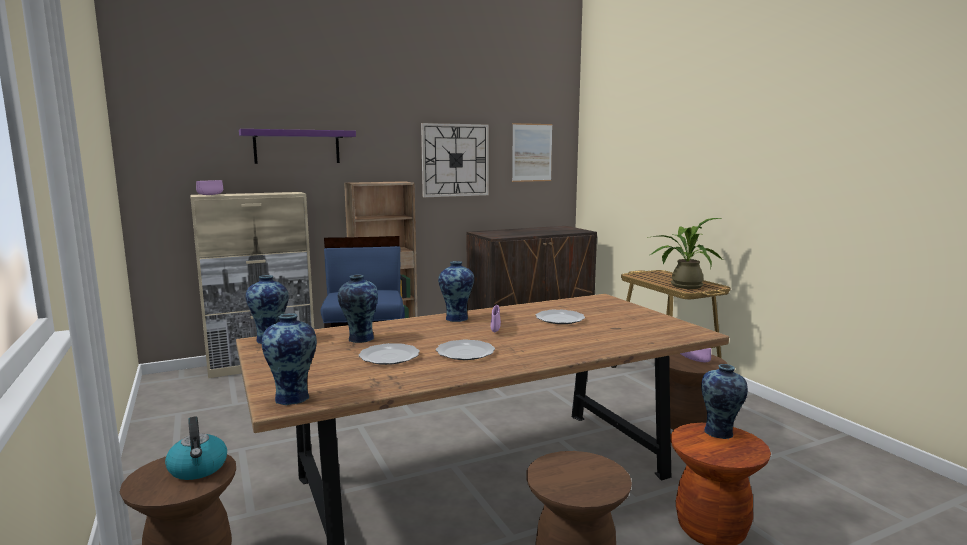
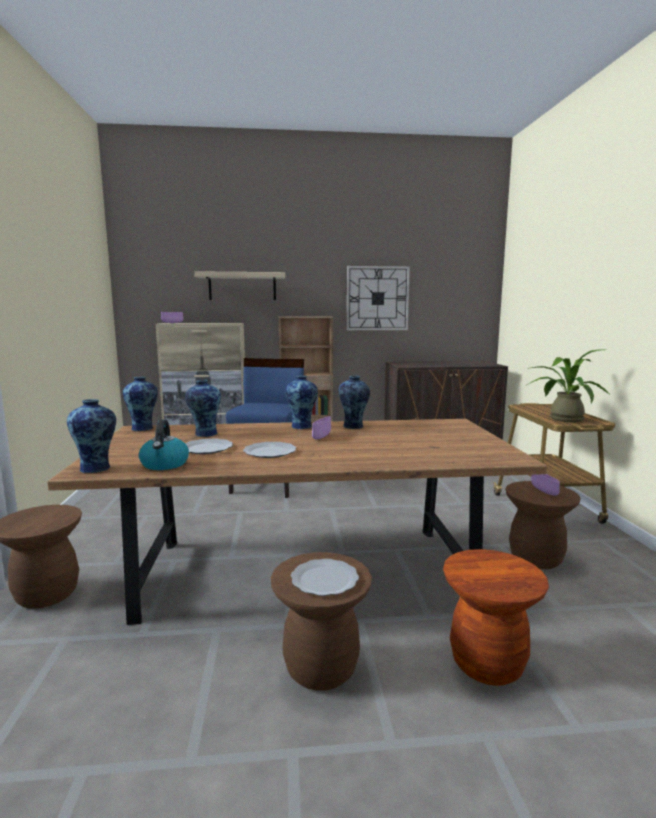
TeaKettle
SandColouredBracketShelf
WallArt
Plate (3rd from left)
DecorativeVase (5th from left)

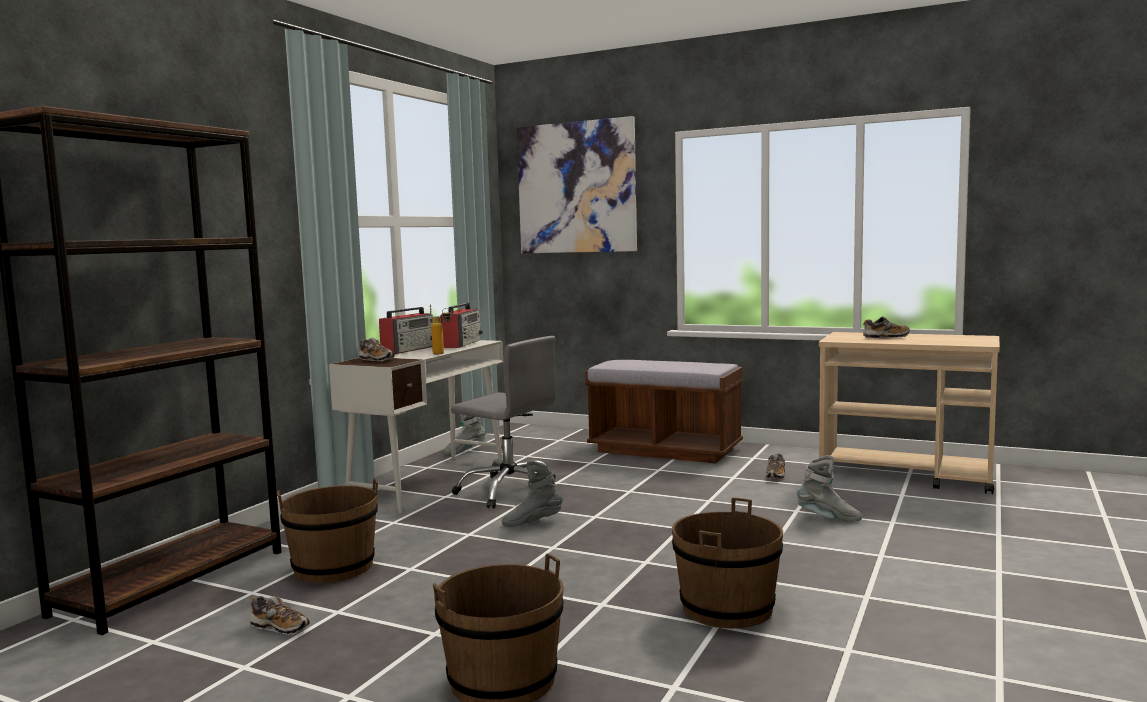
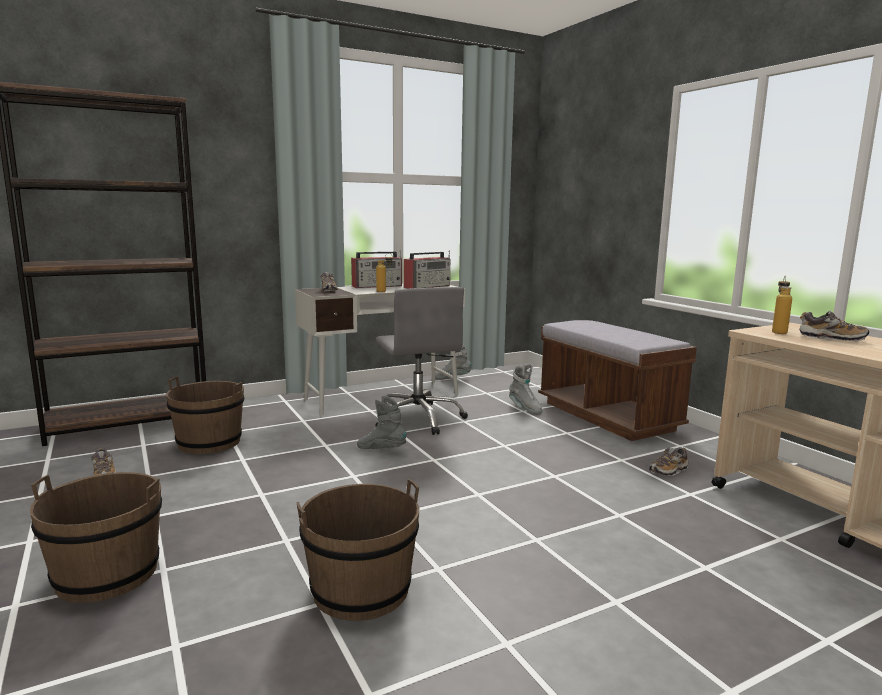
WallArt
GreyBoot (3rd from left)
Bottle (2nd from left)

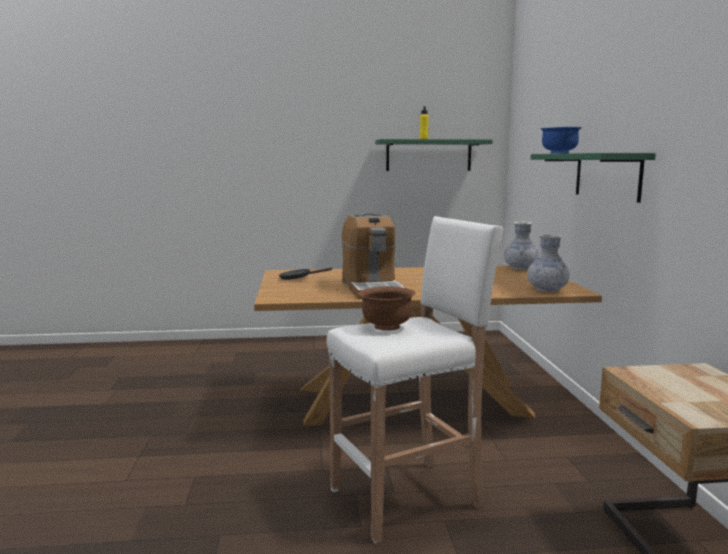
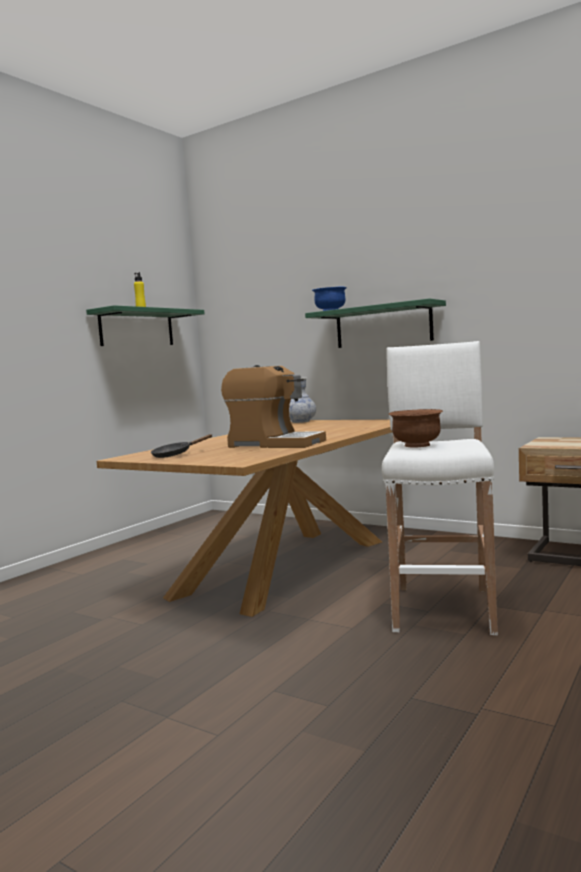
DecorativeVase (2nd from left in the first image)

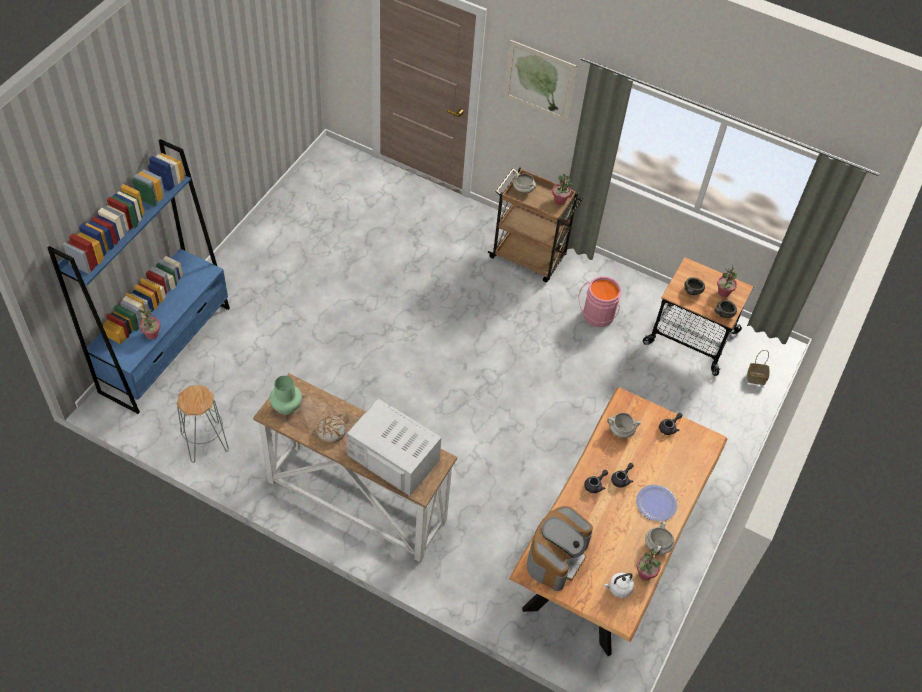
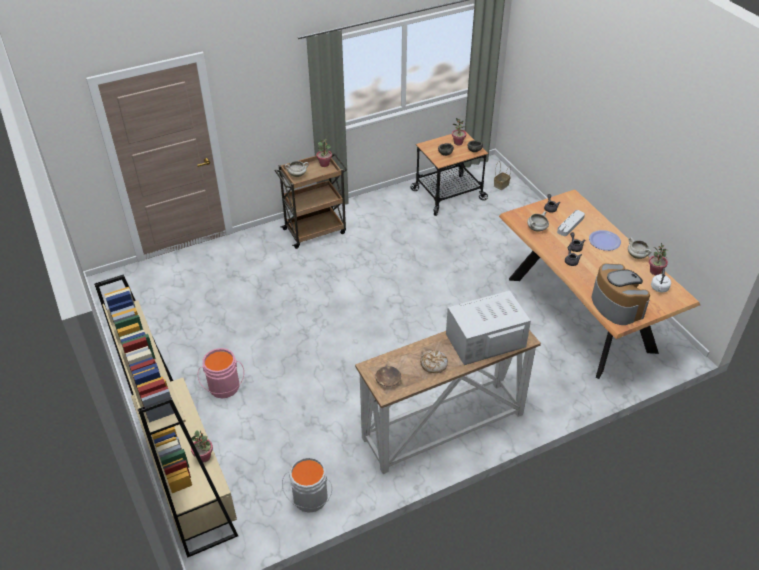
SandColouredBookshelf
GreyPail
BrownColouredBowl
WallArt
PinkPail
GreyCarryingTray

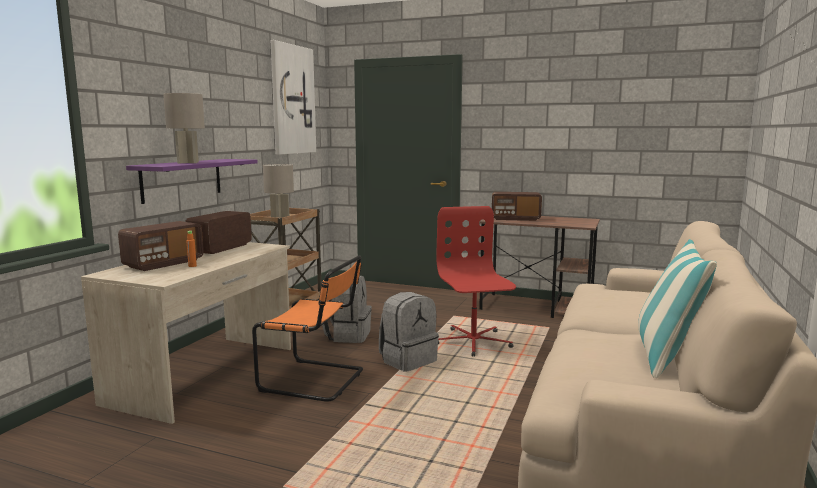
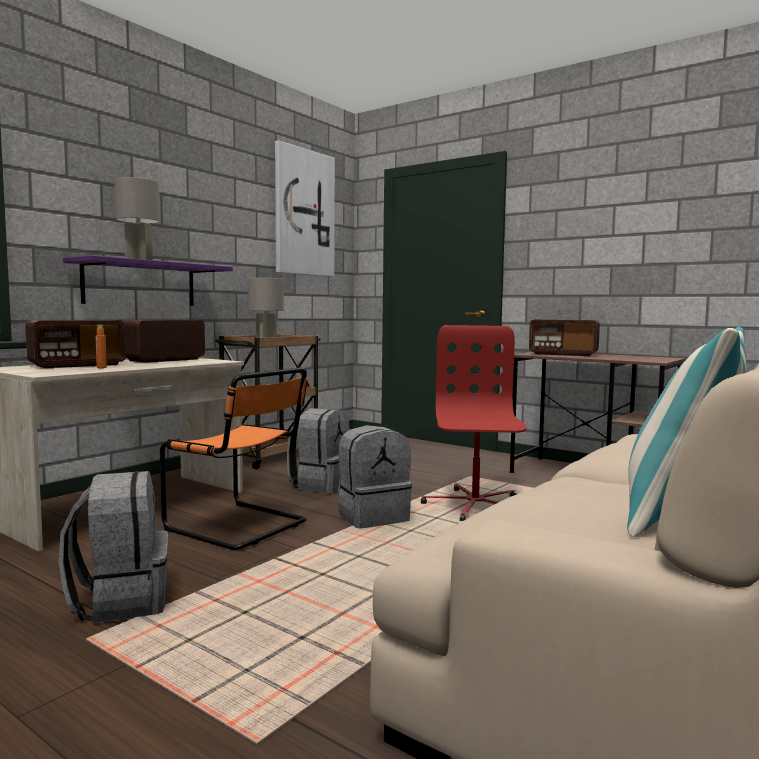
GreyRucksack (1st from left)

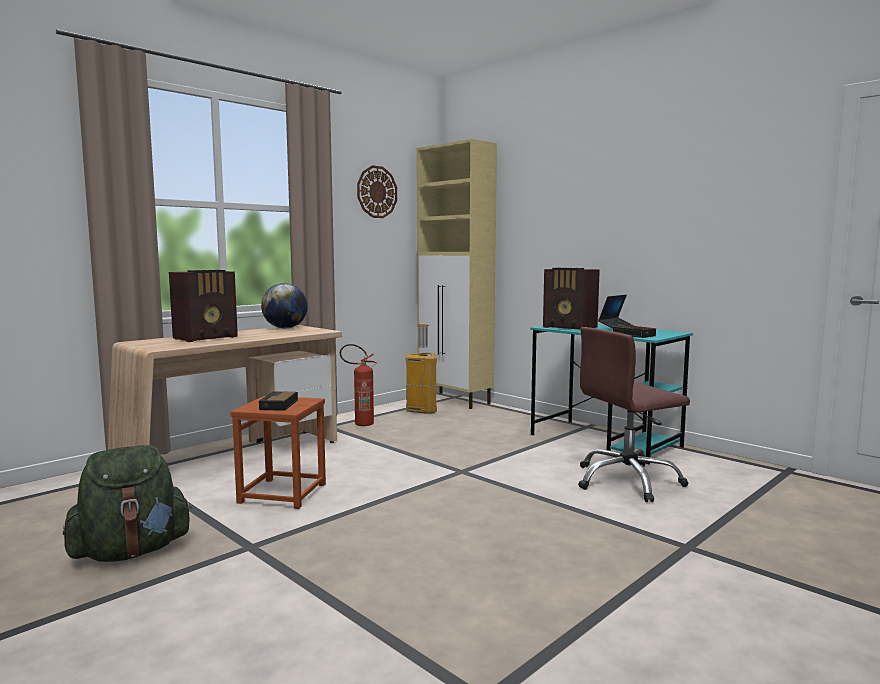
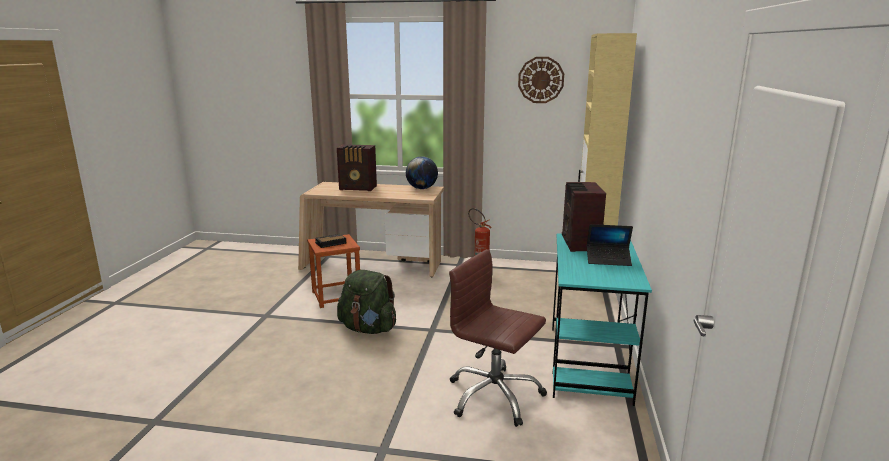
GreenishRucksack
TrashCan
AlarmClock (2nd from left in the first image)

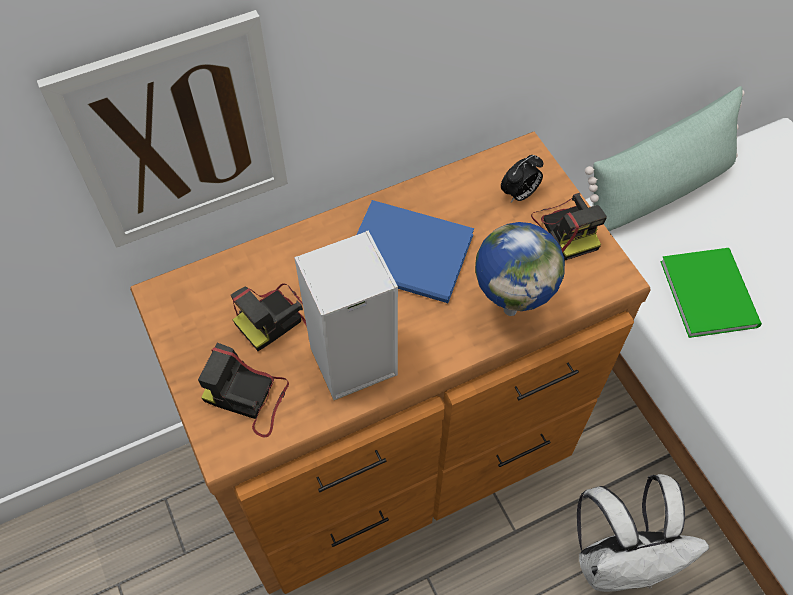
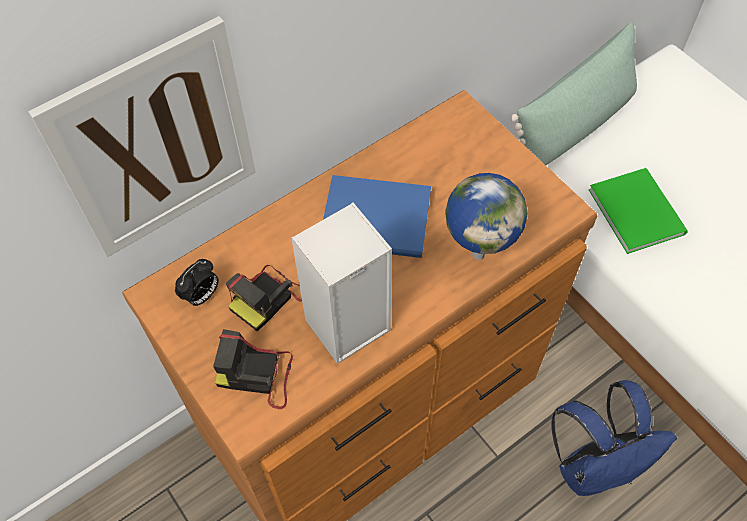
AlarmClock
PhotoCamera (3rd from left in the first image)
BlueRucksack

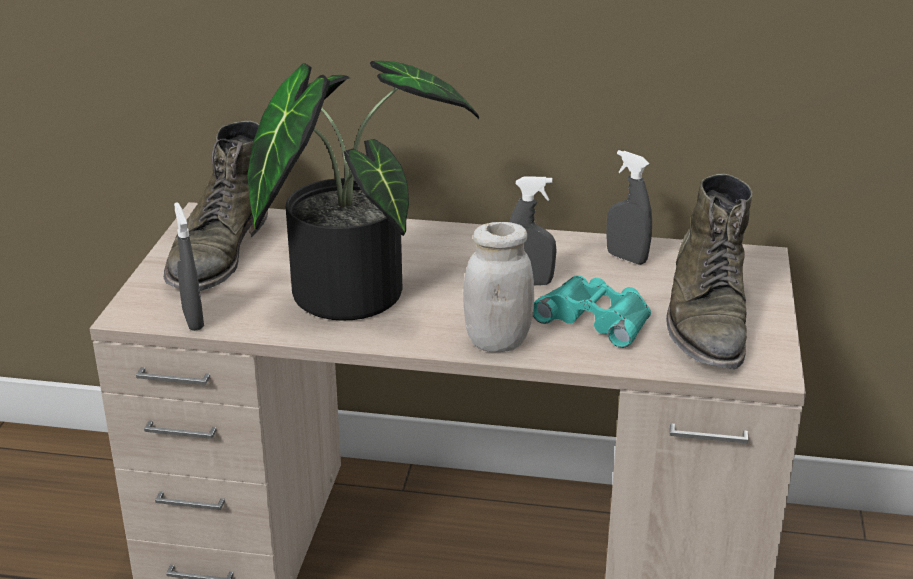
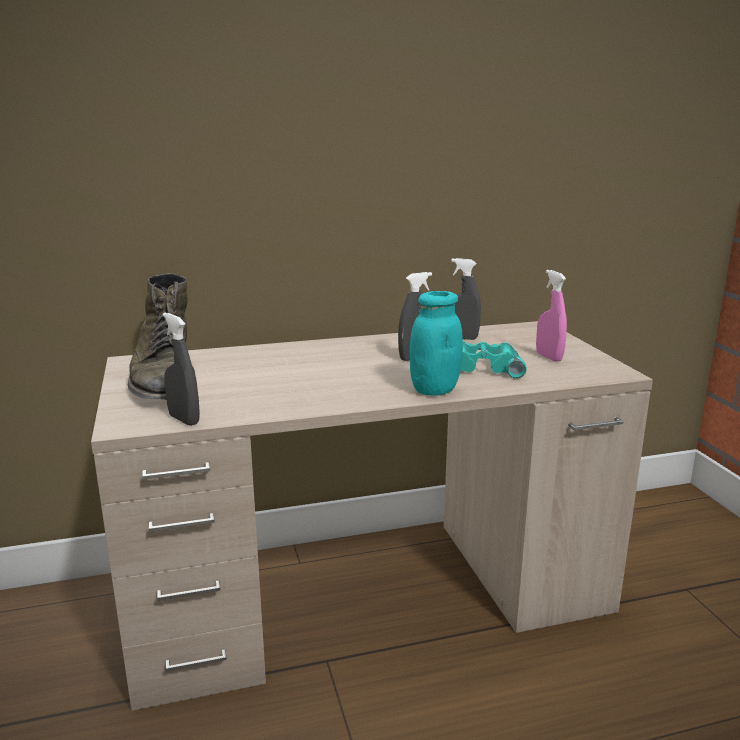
Houseplant
TurquoisePreserveJar
PinkSprayer

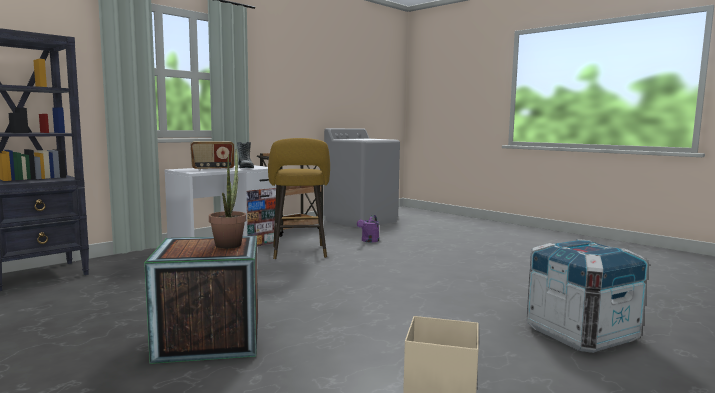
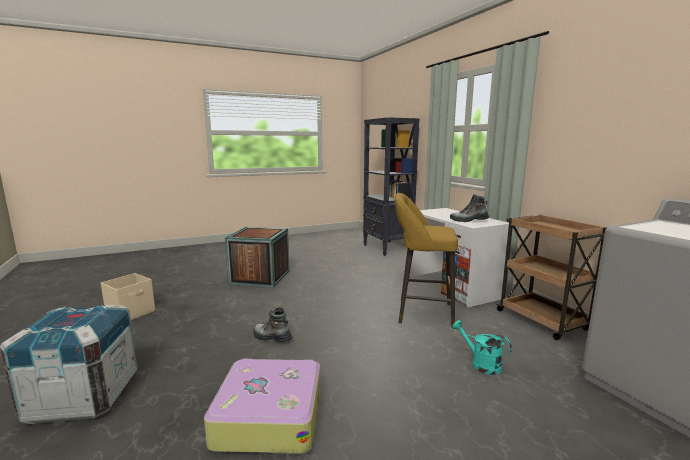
Radio
Houseplant
TurquoiseSprinklingCan
PieceOfLuggage
Boot (1st from left)

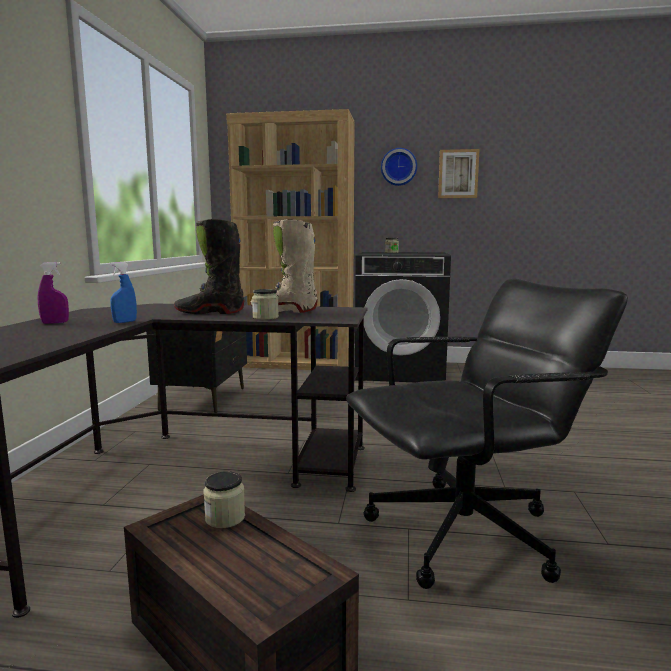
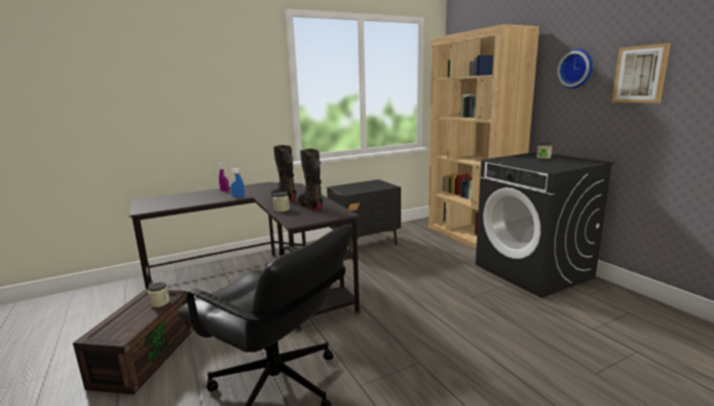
BlackishBoot (2nd from left)

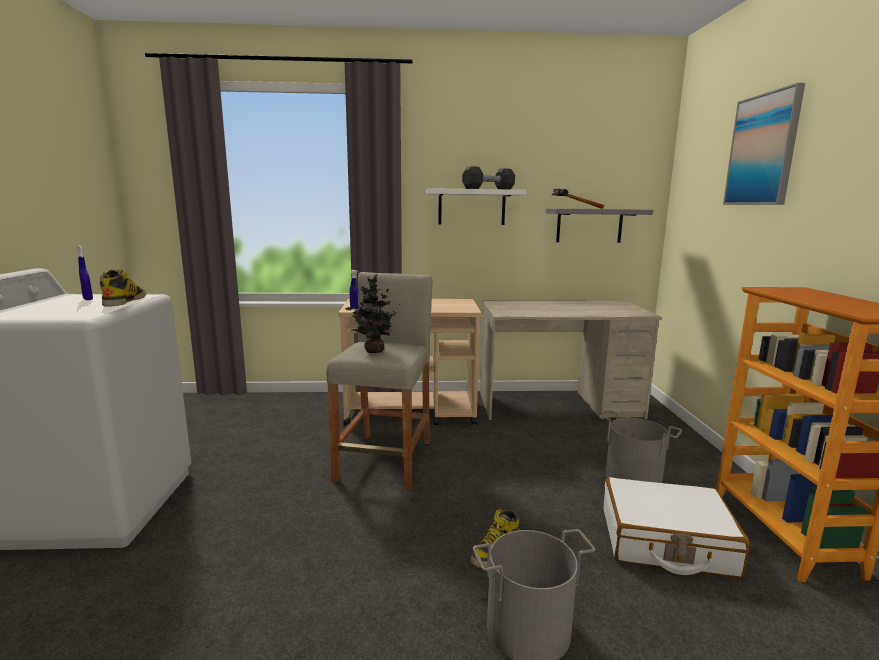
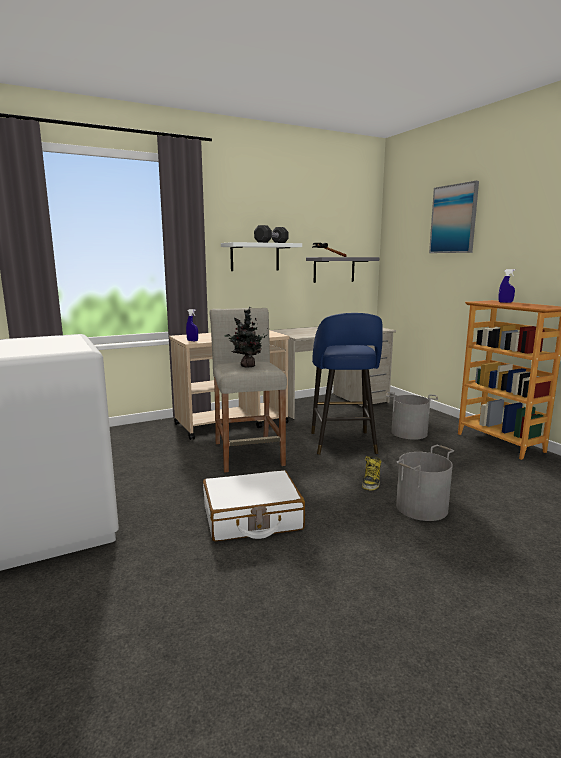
BlueSprayer (2nd from left)
Boot (1st from left in the first image)
WhitePieceOfLuggage
BlueSittingStool

